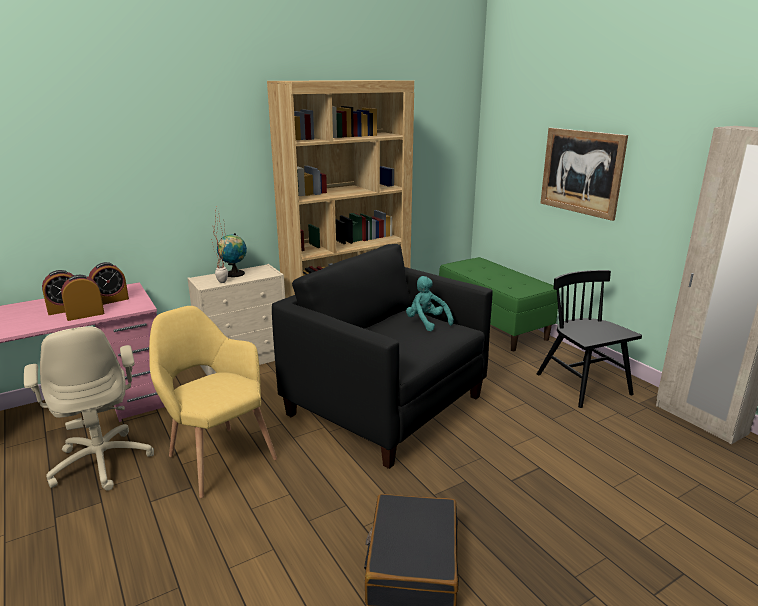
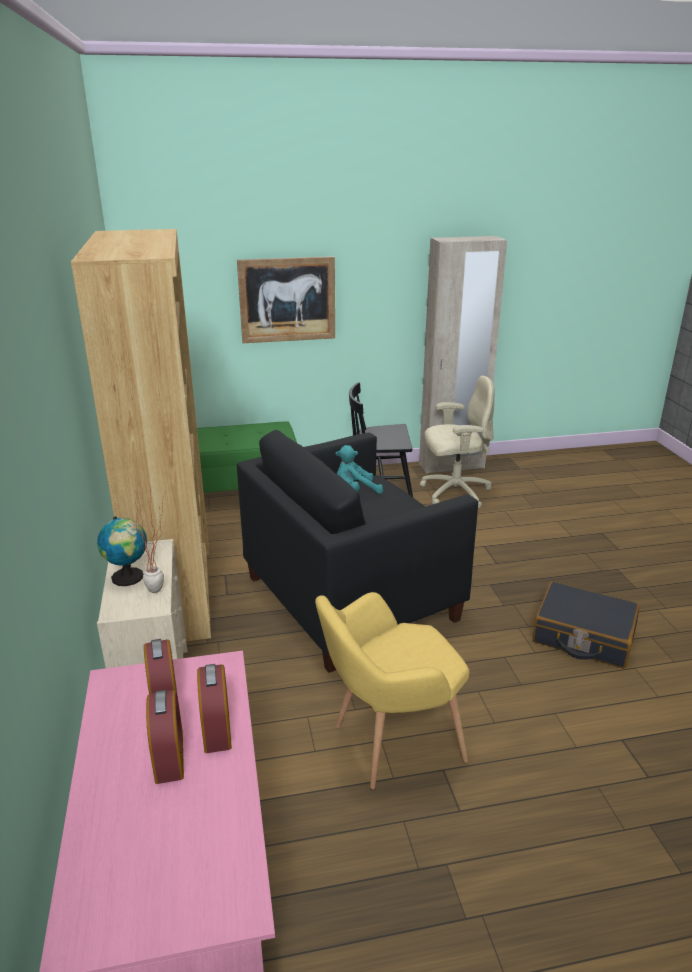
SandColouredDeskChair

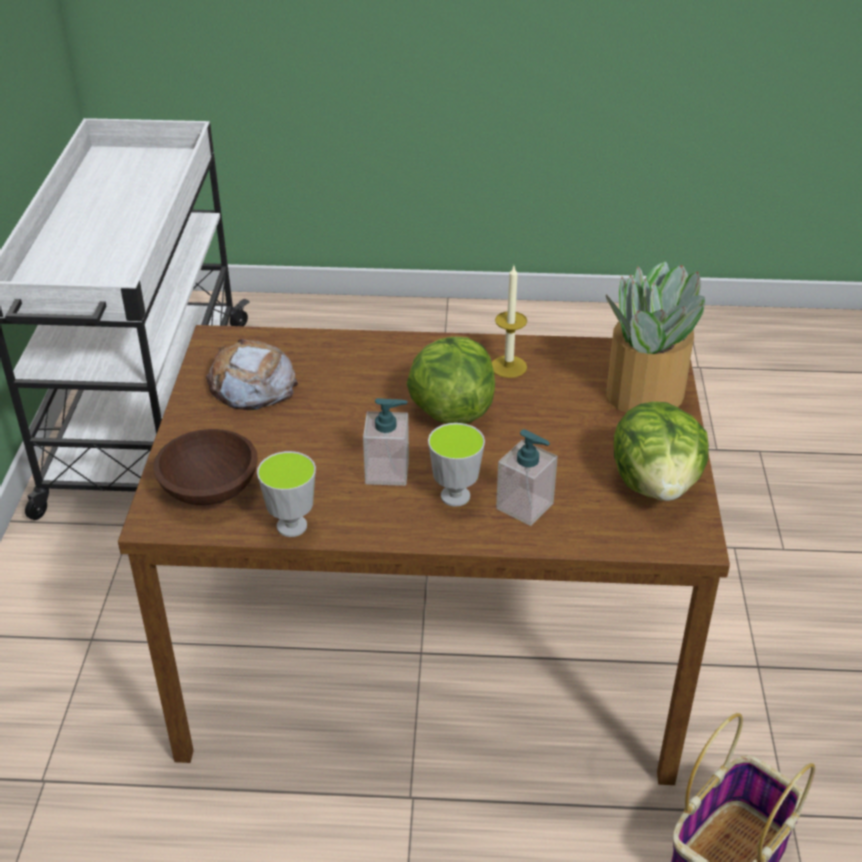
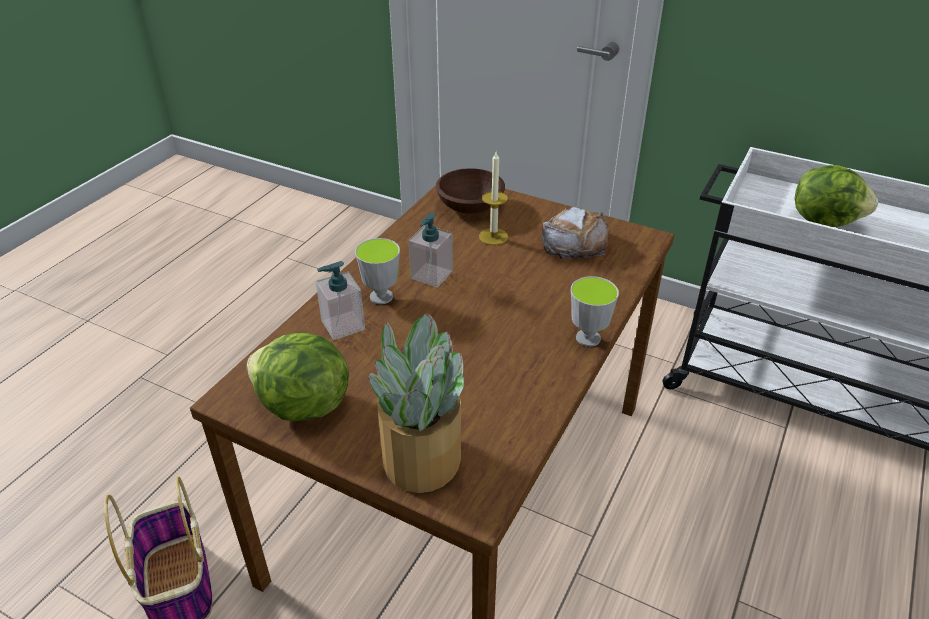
DrinkingCup (2nd from left)
Lettuce (2nd from left)
Candle

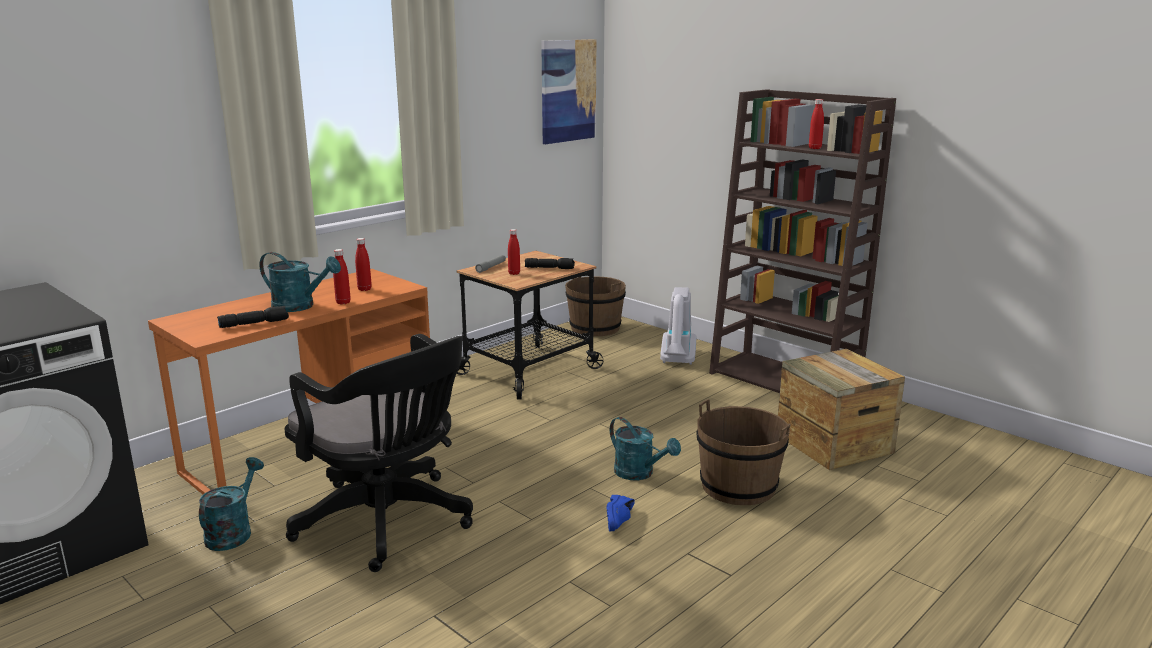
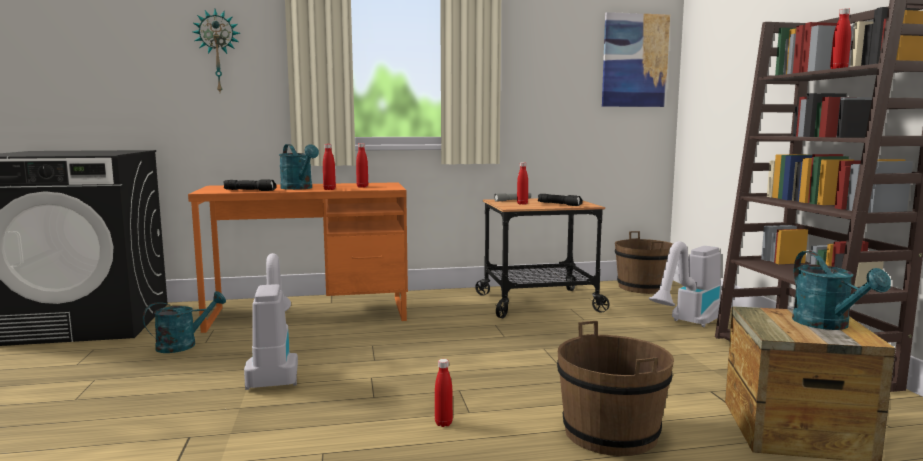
Vacuum (1st from left)
RedColouredBottle (3rd from left)
TurquoiseSprinklingCan (3rd from left)
ClockOnTheWall

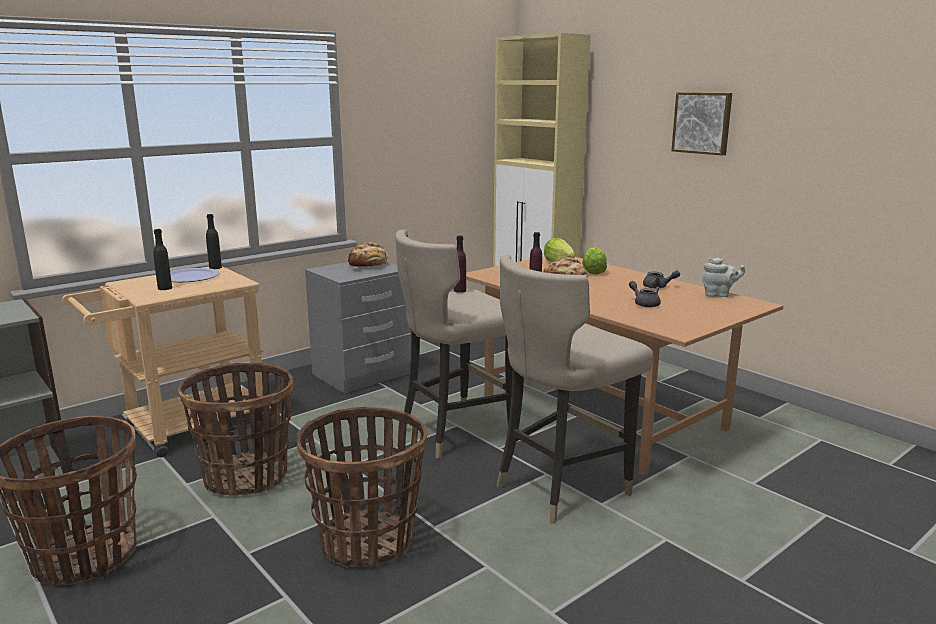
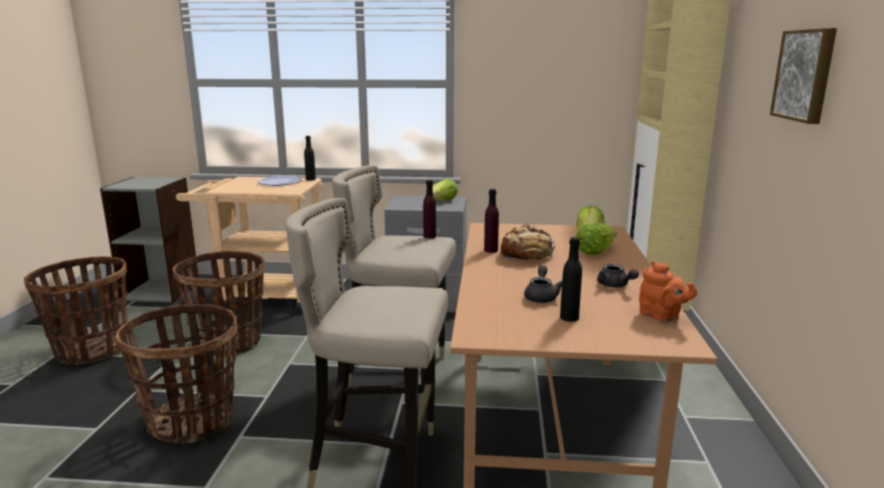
BlackishBottle (2nd from left)
Lettuce (1st from left)
OrangePotForTea

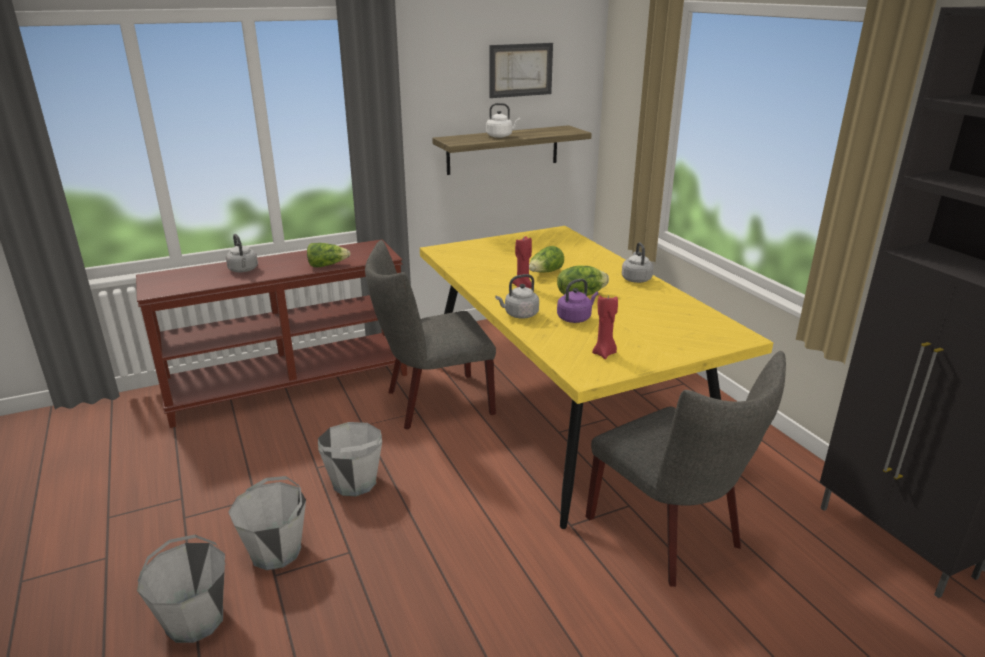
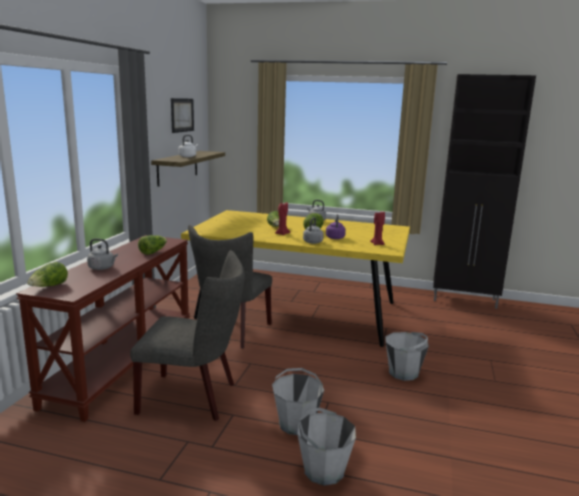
GreyPail (3rd from left)
GreyChair (1st from left)
Lettuce (1st from left)

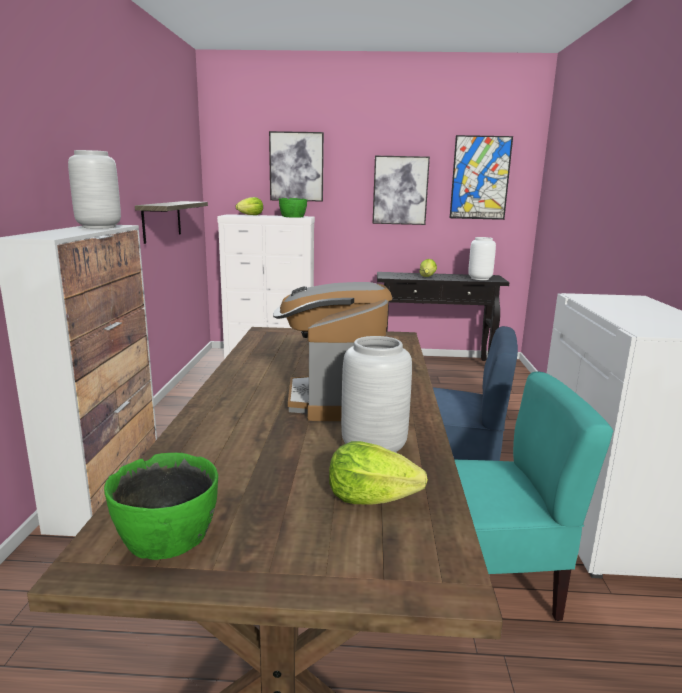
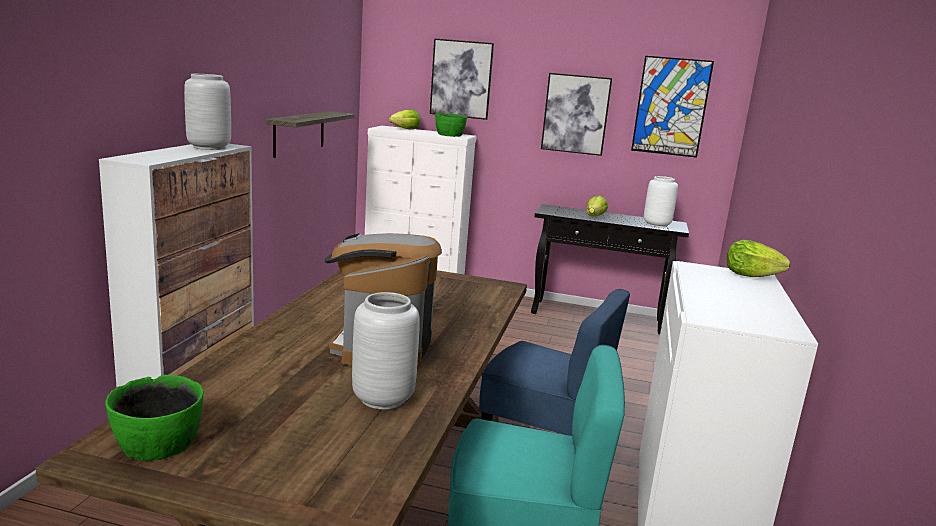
Lettuce (3rd from left)

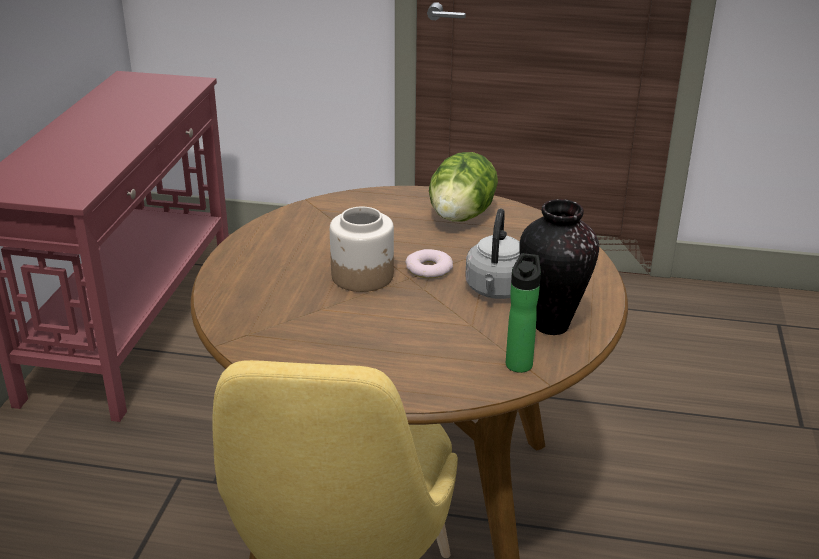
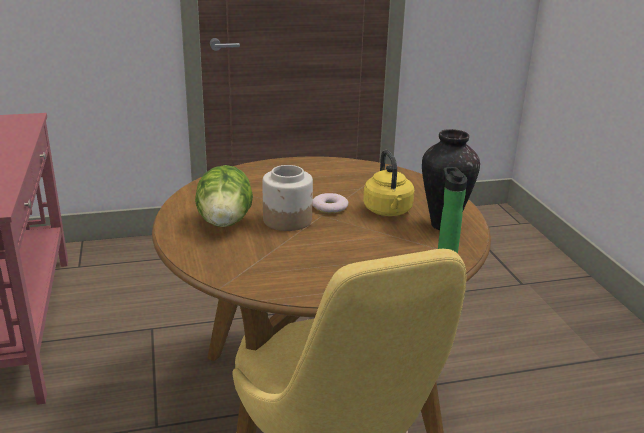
Lettuce
YellowishTeaKettle

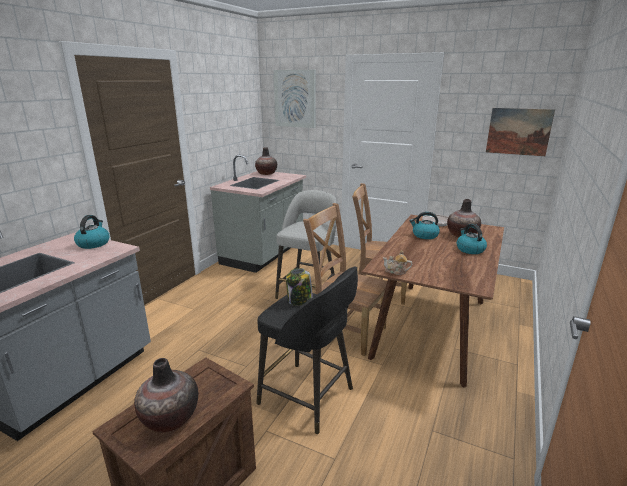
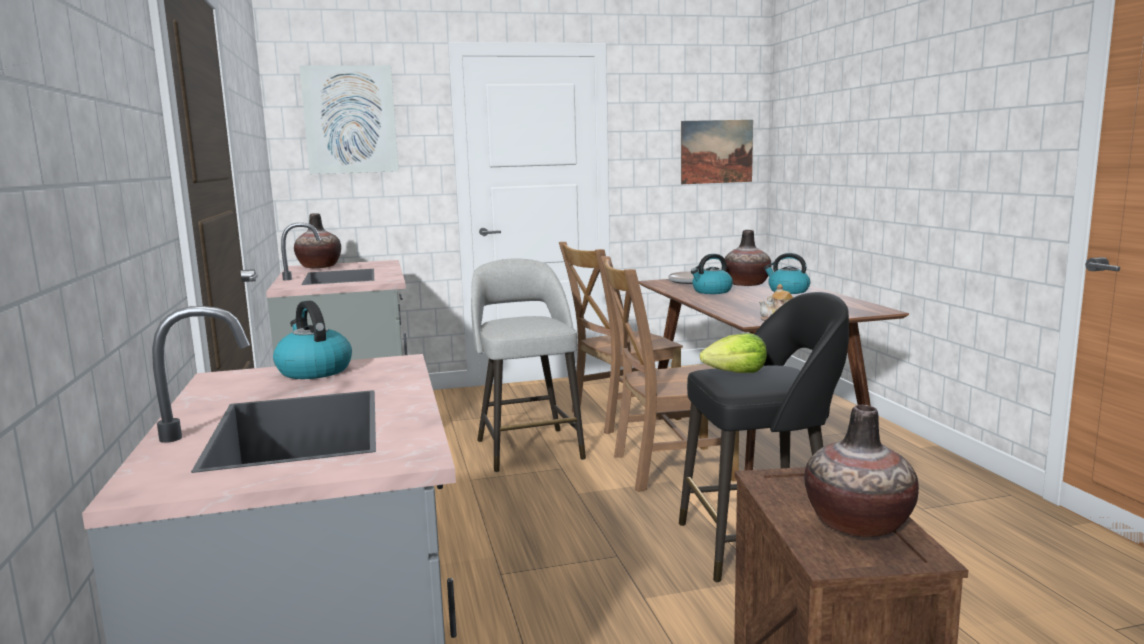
Lettuce

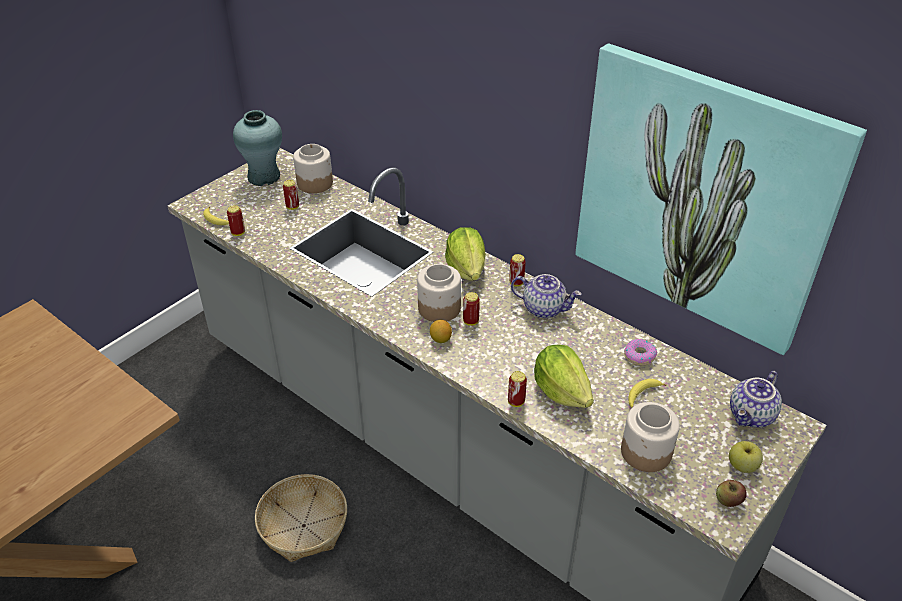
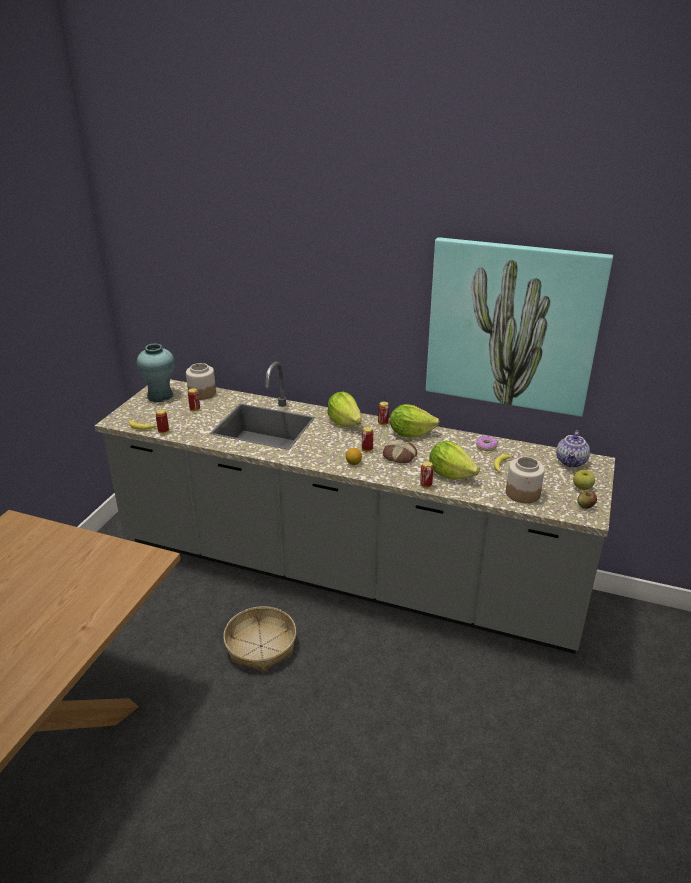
PreserveJar (2nd from left in the first image)
Lettuce (2nd from left)
Bread

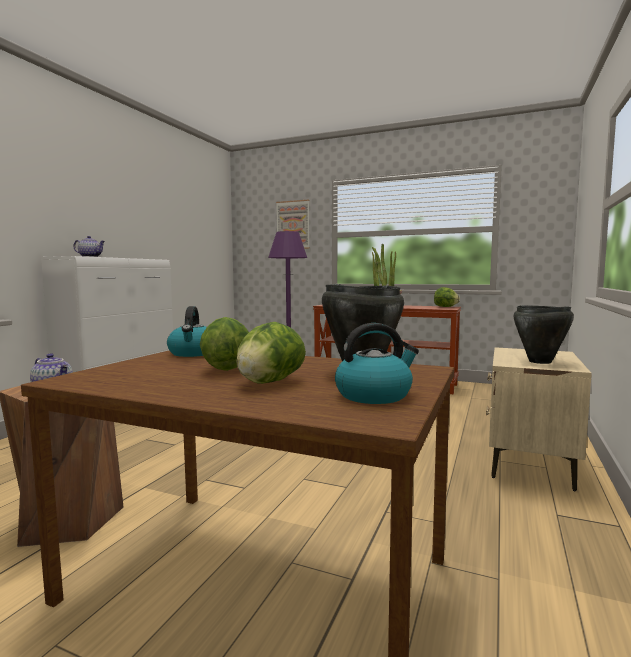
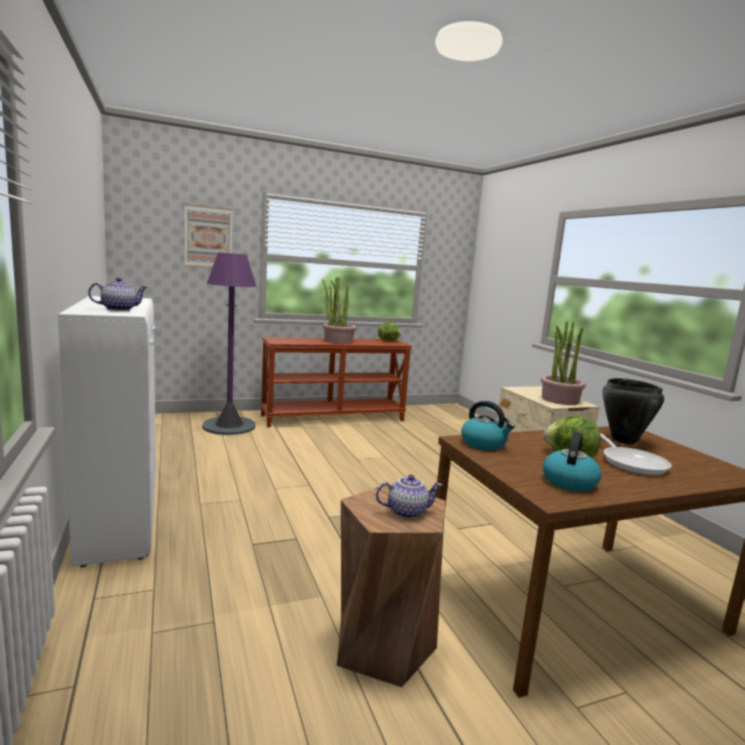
Skillet
TeaKettle (2nd from left)
Houseplant (2nd from left)

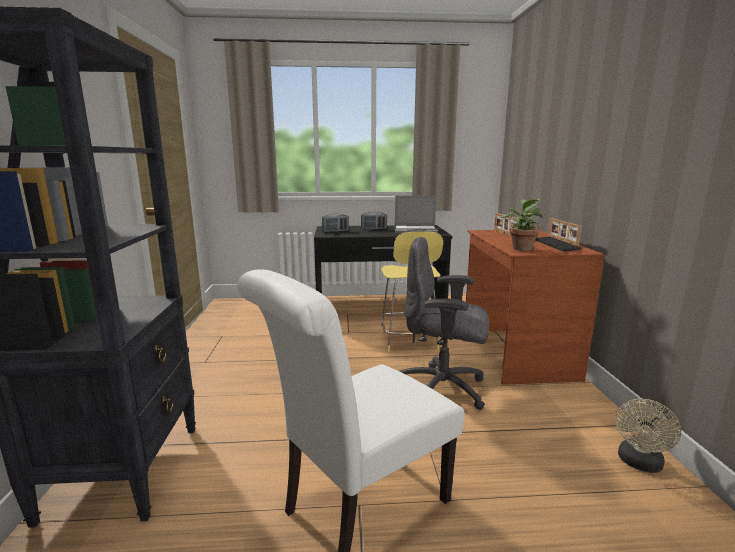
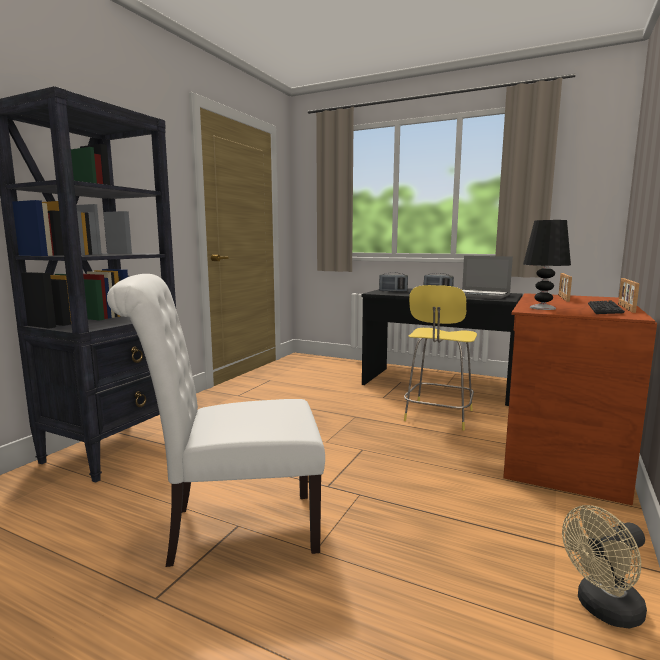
GreyDeskChair
BlackishLampForATable

